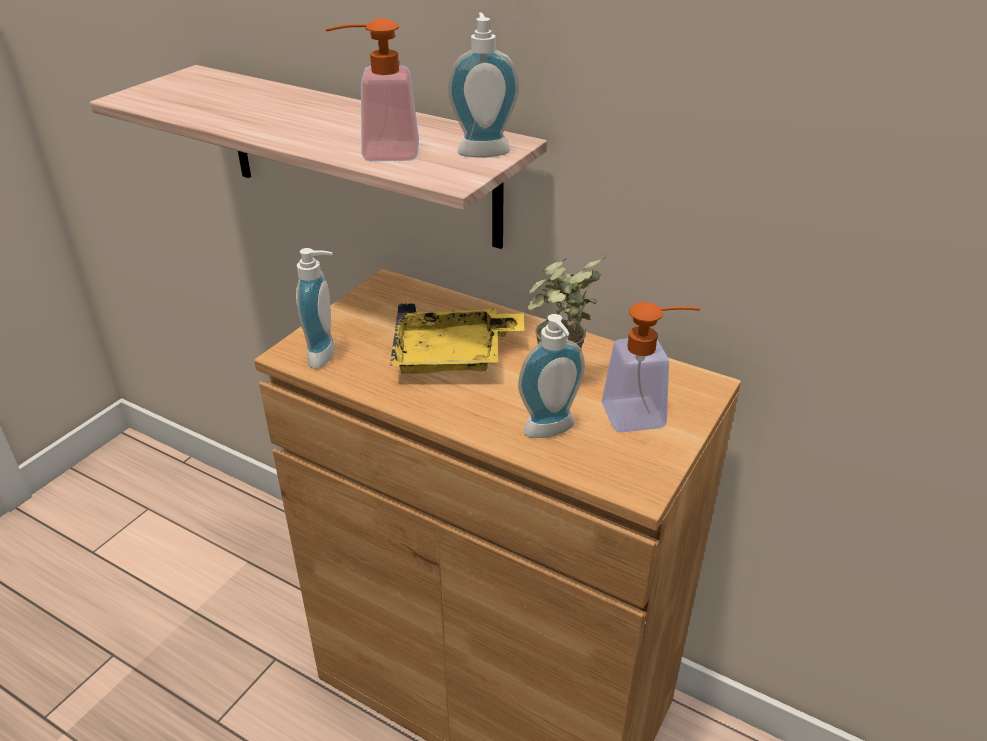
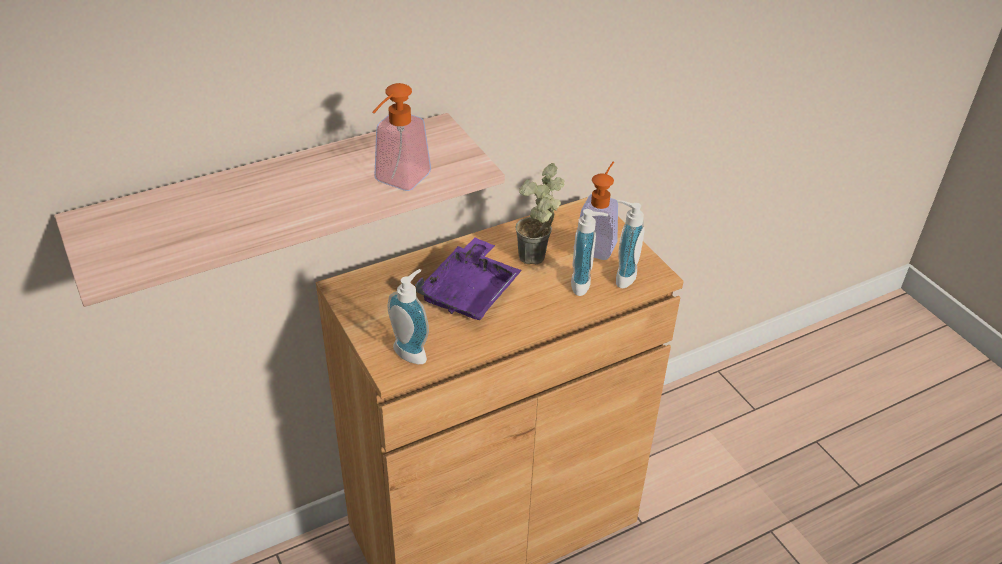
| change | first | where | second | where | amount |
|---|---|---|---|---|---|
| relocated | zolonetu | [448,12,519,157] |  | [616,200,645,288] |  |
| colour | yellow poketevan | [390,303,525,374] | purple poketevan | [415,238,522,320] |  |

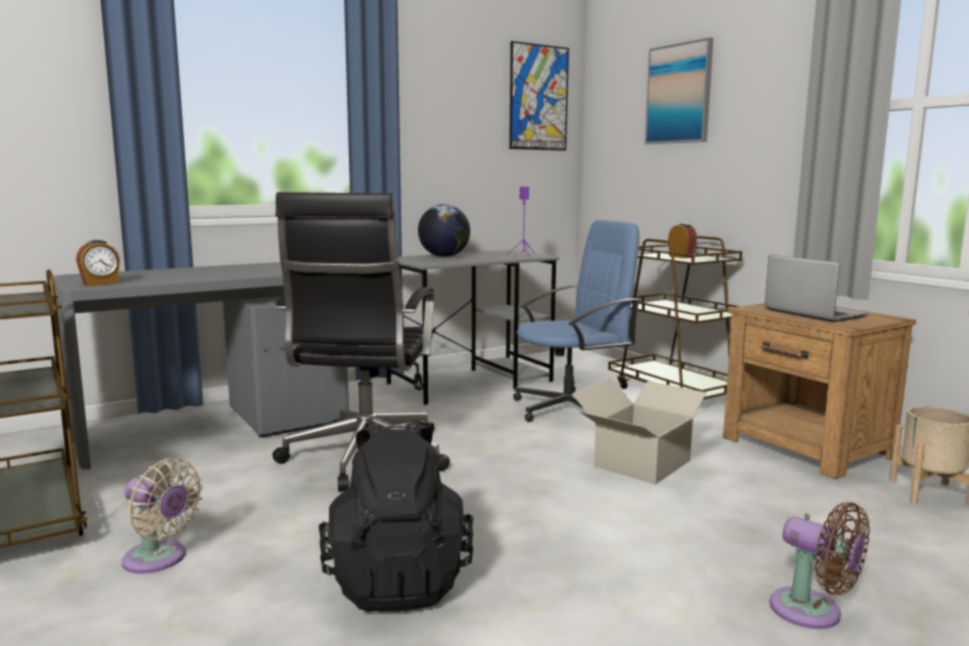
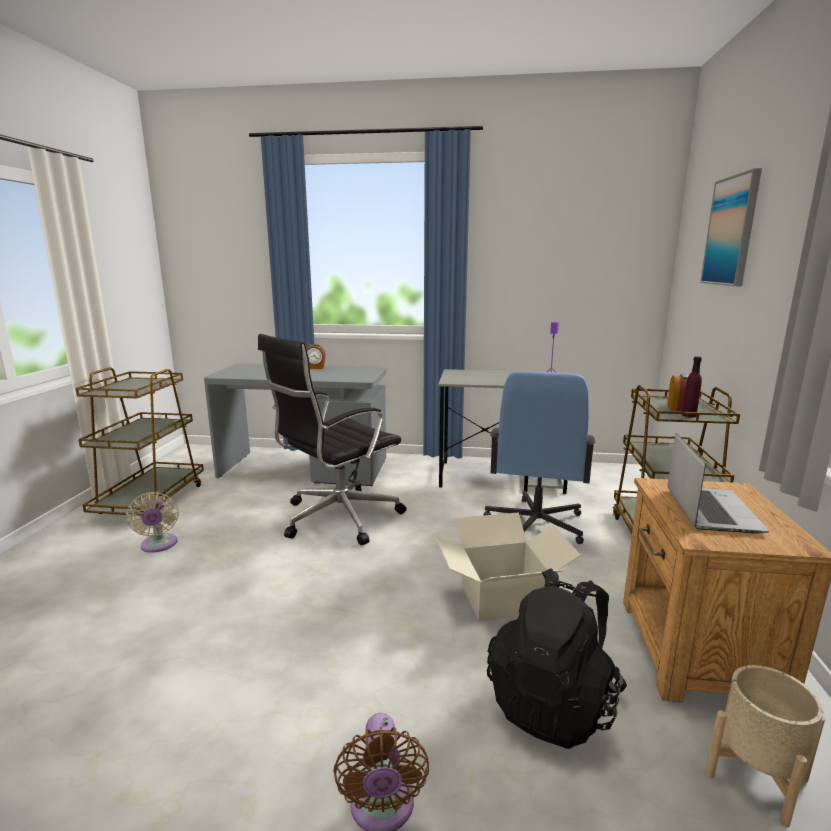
| change | first | where | second | where | amount |
|---|---|---|---|---|---|
| missing | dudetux | [509,41,569,151] |  |  |  |
| missing | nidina | [418,204,470,257] |  |  |  |
| spun | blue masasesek | [513,220,640,422] |  | [484,371,596,544] | 90 degrees clockwise |
| relocated | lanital | [76,240,120,286] |  | [306,344,326,369] |  |
| relocated | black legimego | [319,419,474,612] |  | [487,568,627,749] |  |
| appeared |  |  | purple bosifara | [682,356,702,417] |  |

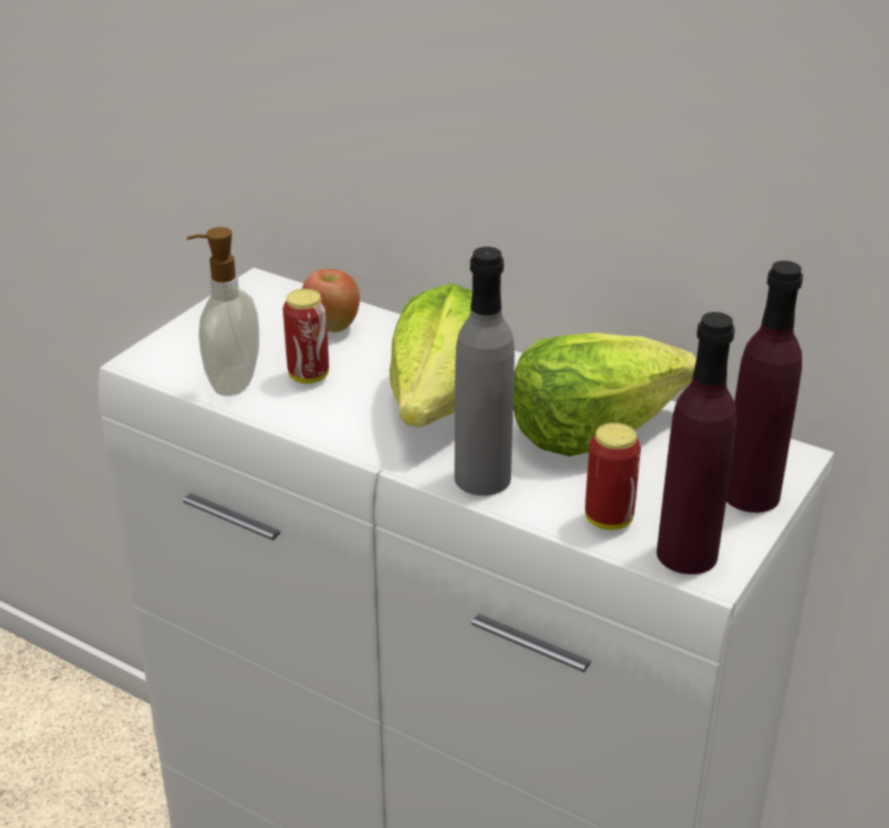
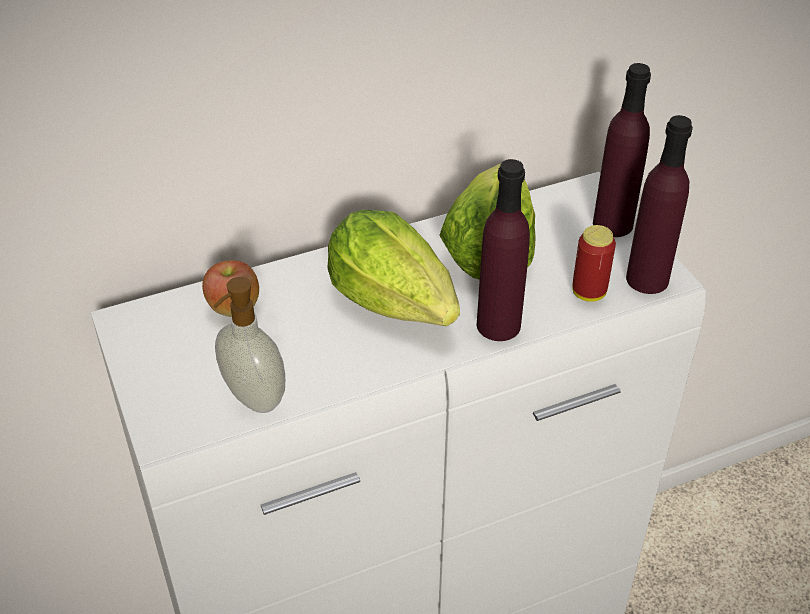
| change | first | where | second | where | amount |
|---|---|---|---|---|---|
| colour | grey bosifara | [455,247,514,496] | purple bosifara | [477,159,530,341] |  |
| missing | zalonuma | [283,289,329,383] |  |  |  |

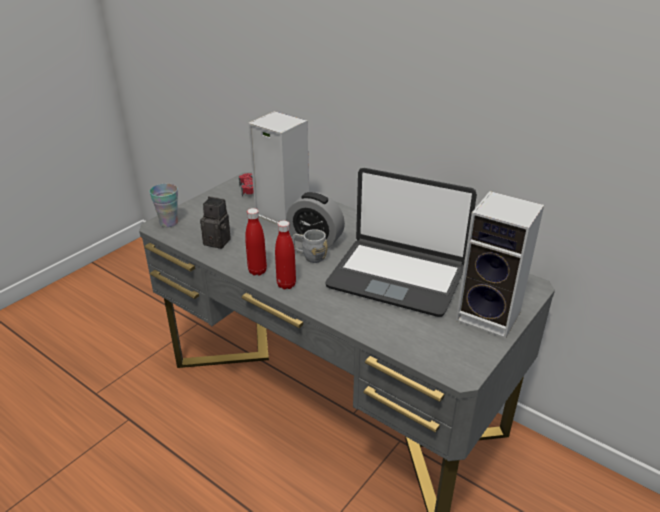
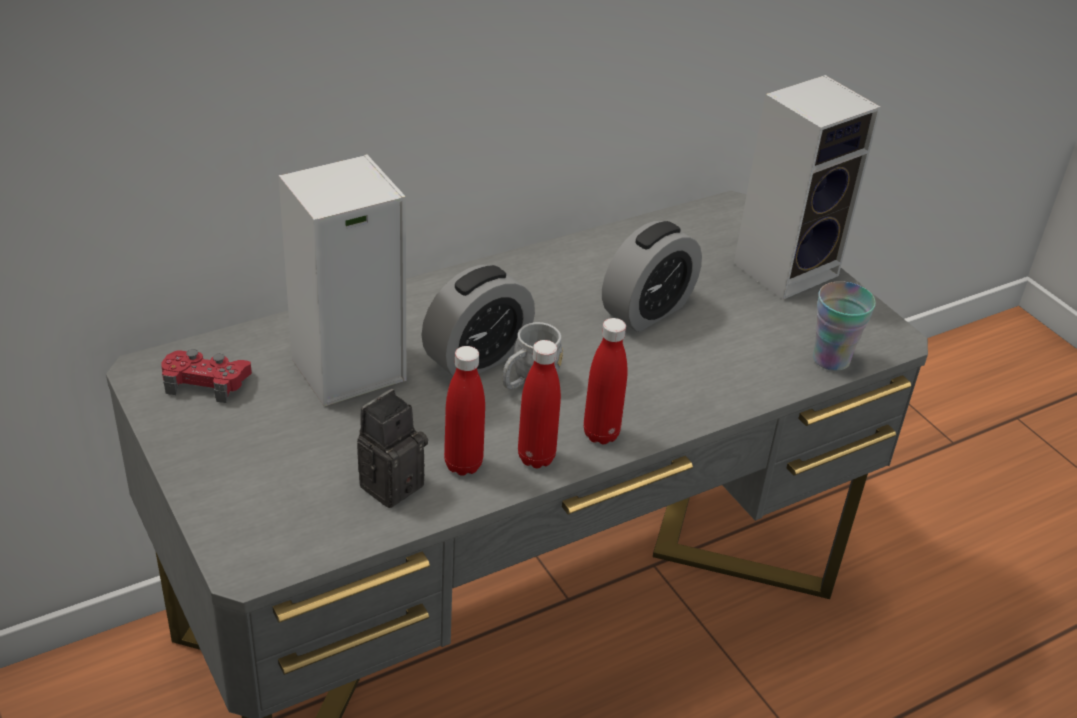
| change | first | where | second | where | amount |
|---|---|---|---|---|---|
| exchanged | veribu | [326,168,477,317] | lanital | [602,221,702,332] |  |
| relocated | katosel | [150,184,178,227] |  | [813,281,876,371] |  |
| appeared |  |  | red bosifara | [444,346,485,476] |  |

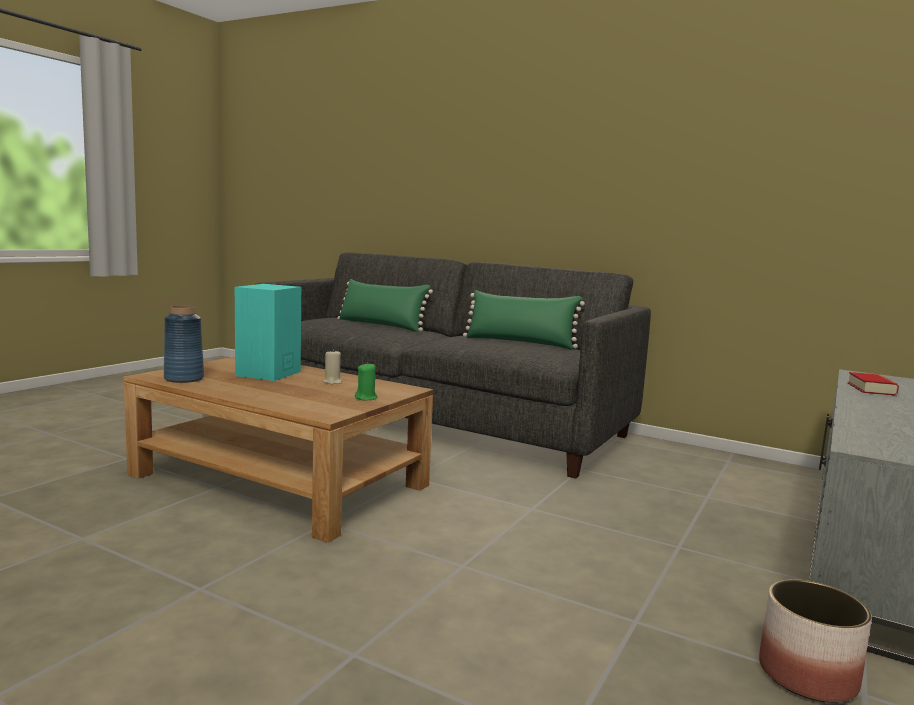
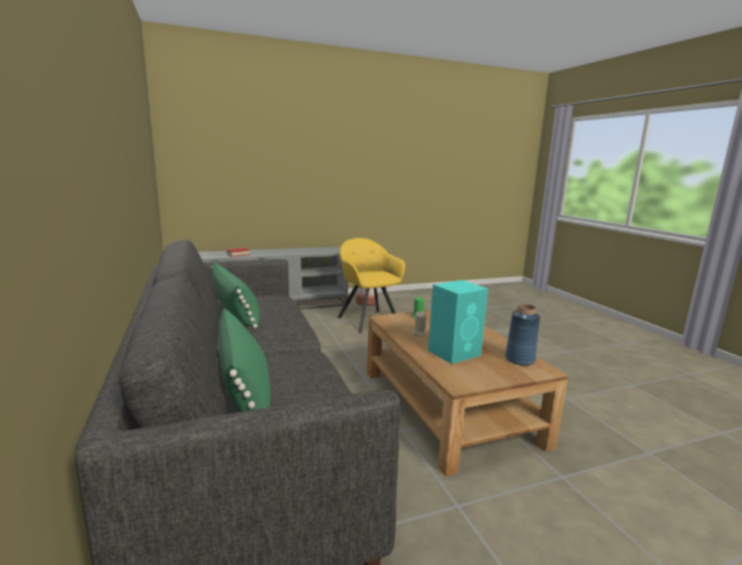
| change | first | where | second | where | amount |
|---|---|---|---|---|---|
| appeared |  |  | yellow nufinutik | [337,238,405,333] |  |

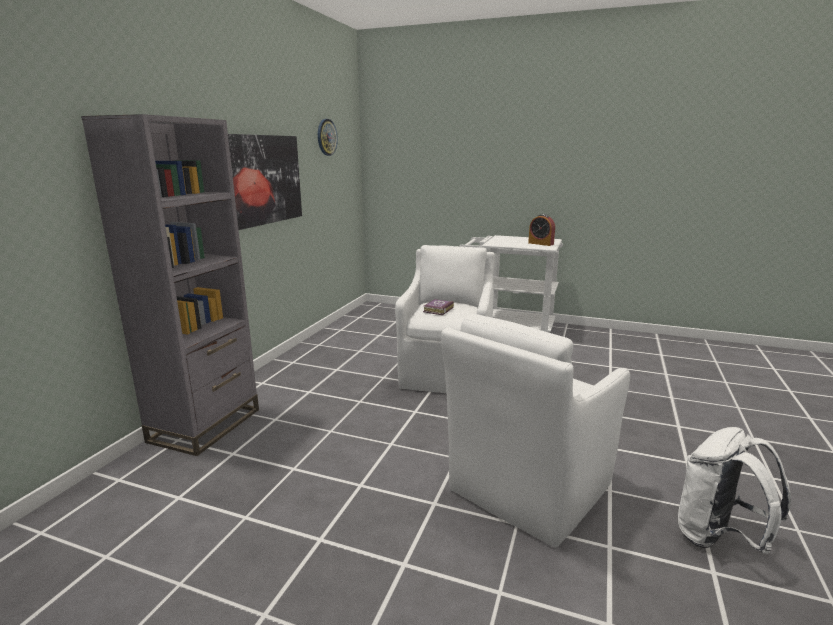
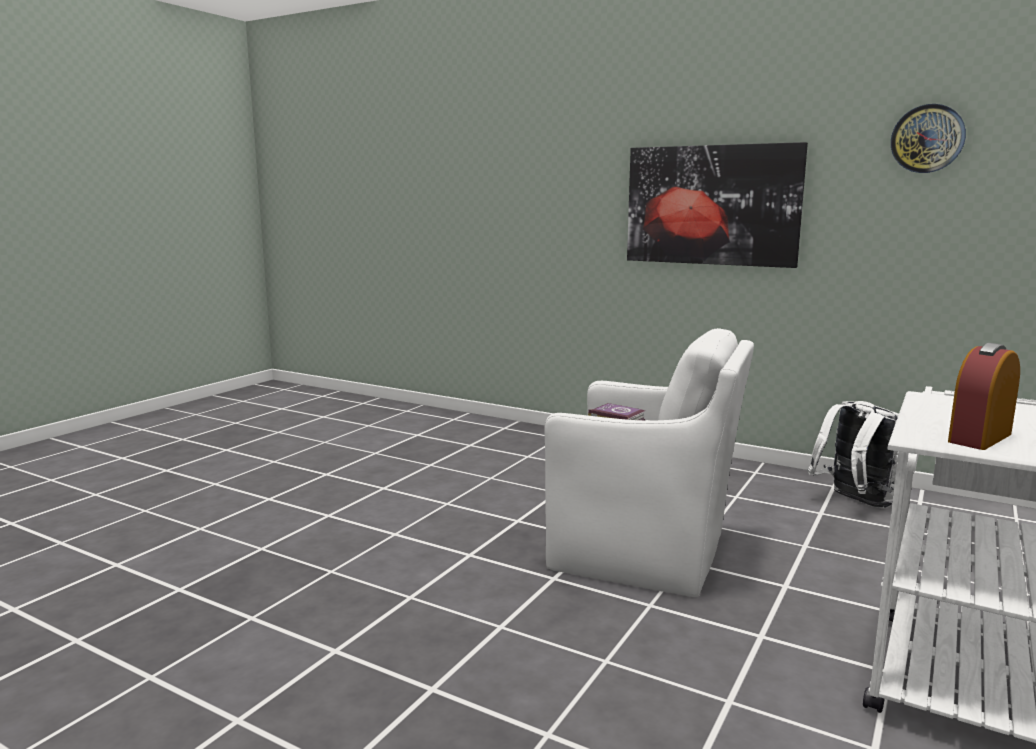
| change | first | where | second | where | amount |
|---|---|---|---|---|---|
| missing | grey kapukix | [81,114,259,456] |  |  |  |
| missing | white nufinutik | [441,314,630,548] |  |  |  |
| relocated | white legimego | [678,427,791,554] |  | [807,401,899,508] |  |

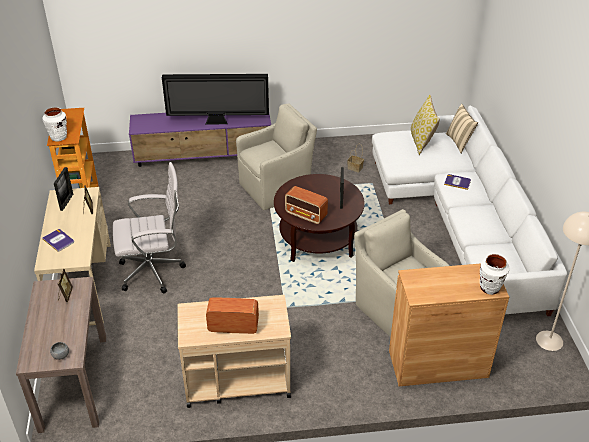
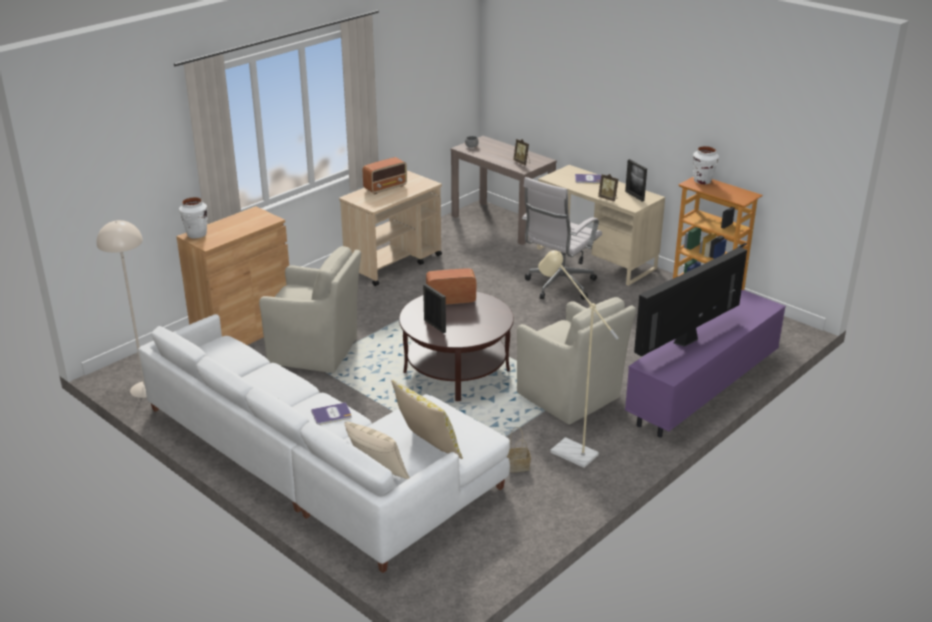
| change | first | where | second | where | amount |
|---|---|---|---|---|---|
| spun | beige nufinutik | [236,103,317,210] |  | [517,297,636,425] | 60 degrees counterclockwise |
| appeared |  |  | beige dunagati | [538,250,619,468] |  |

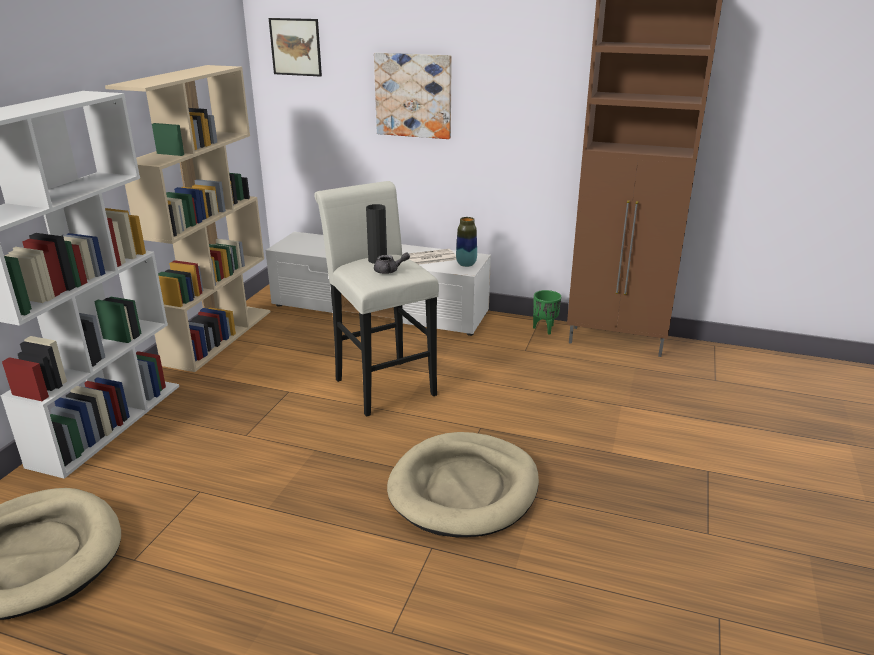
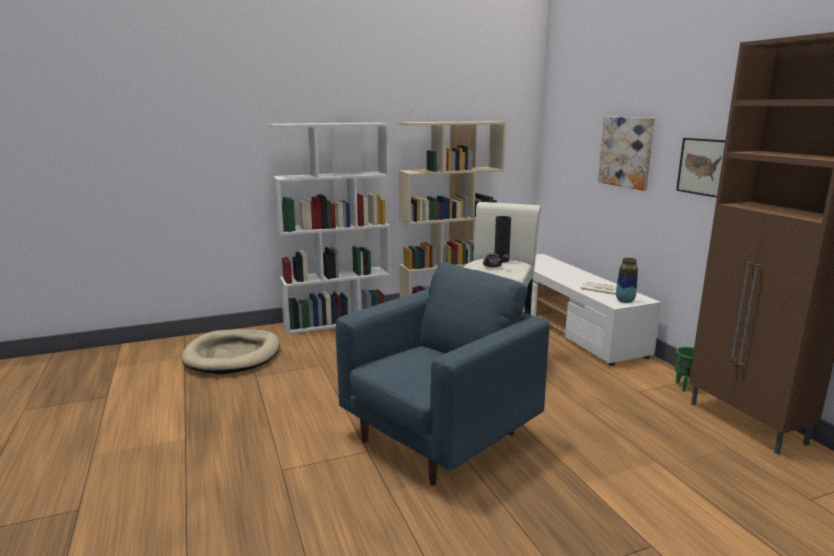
| change | first | where | second | where | amount |
|---|---|---|---|---|---|
| relocated | dudetux | [269,18,322,77] |  | [676,138,725,198] |  |
| exchanged | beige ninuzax | [387,432,539,537] | blue nufinutik | [336,262,550,486] |  |

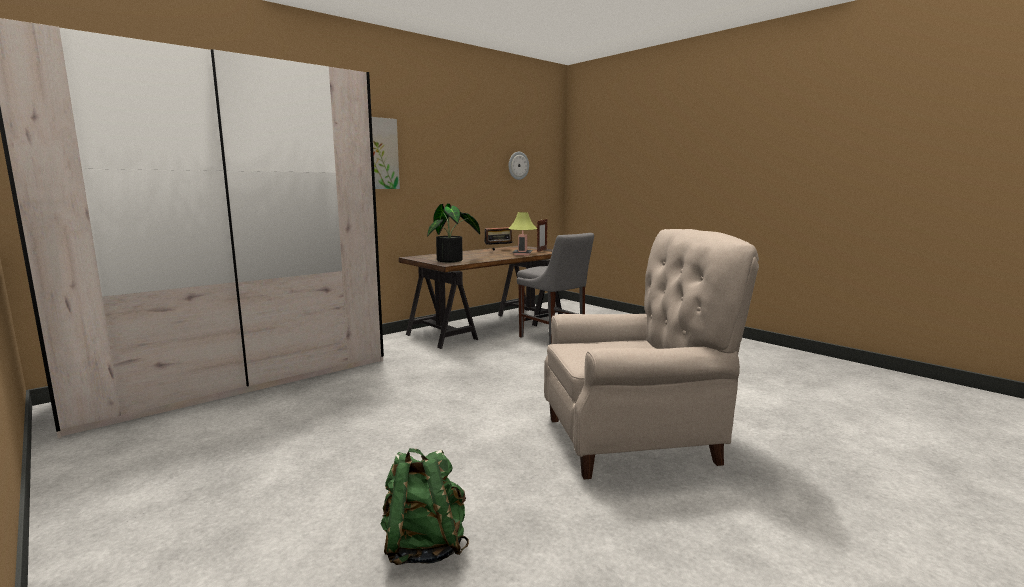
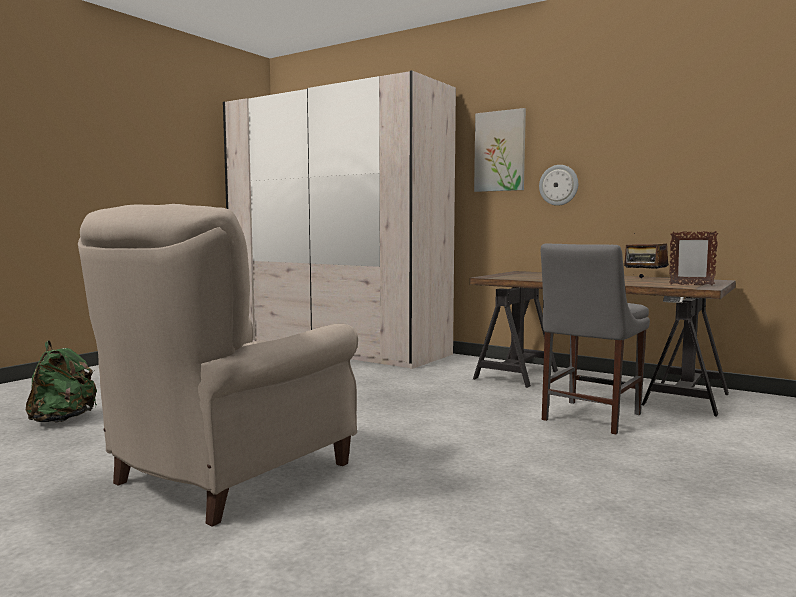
| change | first | where | second | where | amount |
|---|---|---|---|---|---|
| relocated | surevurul | [509,152,529,180] |  | [539,165,578,206] |  |
| missing | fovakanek | [427,203,480,262] |  |  |  |
| missing | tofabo | [508,212,537,255] |  |  |  |
| spun | beige nufinutik | [544,229,759,480] |  | [78,204,358,527] | 60 degrees clockwise |

